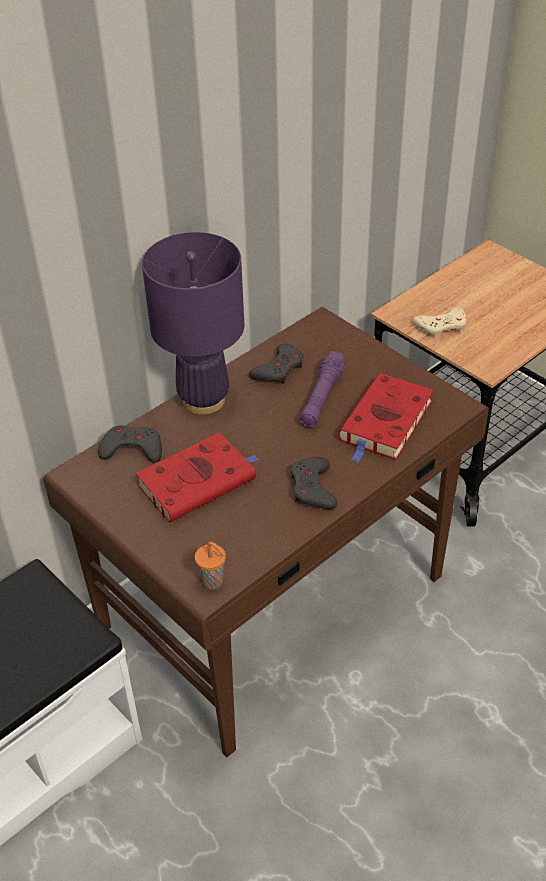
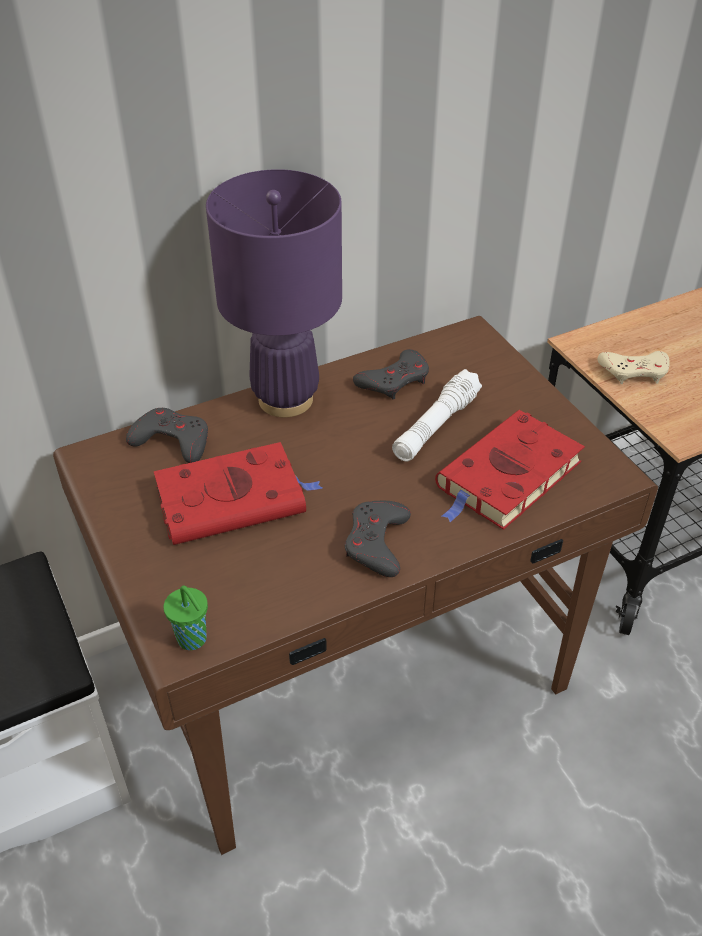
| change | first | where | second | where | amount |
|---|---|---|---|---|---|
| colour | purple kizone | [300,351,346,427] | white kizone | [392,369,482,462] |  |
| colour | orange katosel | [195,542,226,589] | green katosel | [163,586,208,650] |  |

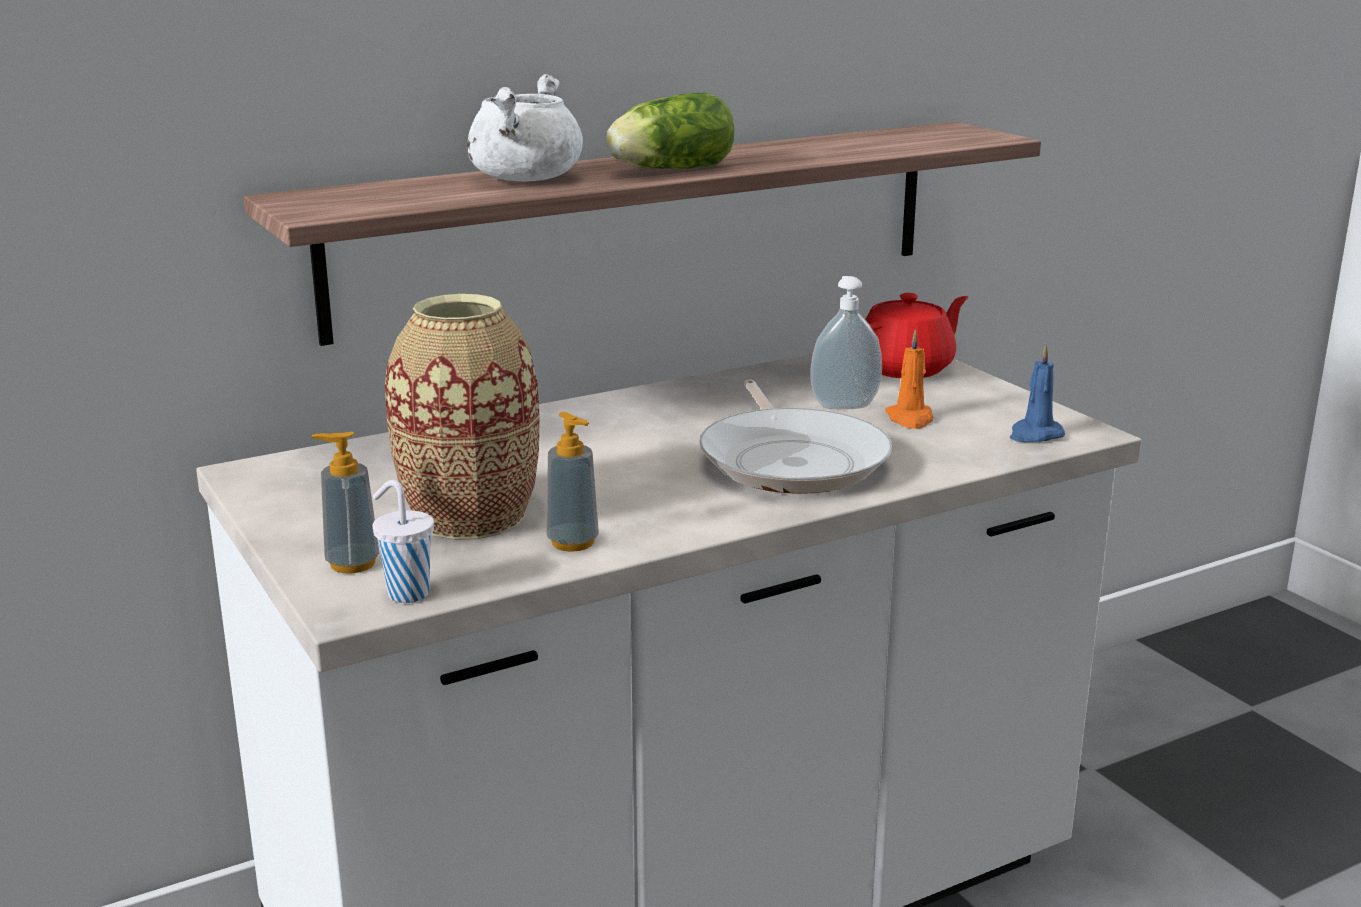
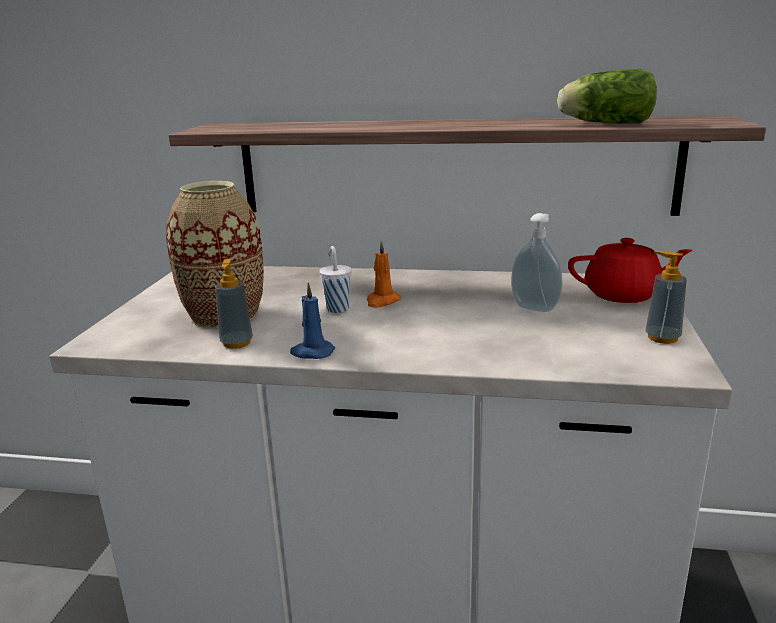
| change | first | where | second | where | amount |
|---|---|---|---|---|---|
| missing | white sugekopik | [467,74,583,182] |  |  |  |
| relocated | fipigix | [605,93,735,169] |  | [557,69,657,124] |  |
| relocated | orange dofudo | [885,329,933,429] |  | [367,241,401,308] |  |
| relocated | blue dofudo | [1010,344,1065,442] |  | [290,283,335,359] |  |
| missing | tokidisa | [699,379,892,494] |  |  |  |
| relocated | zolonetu | [312,432,379,574] |  | [646,251,687,344] |  |
| relocated | white katosel | [373,480,434,603] |  | [319,246,351,313] |  |

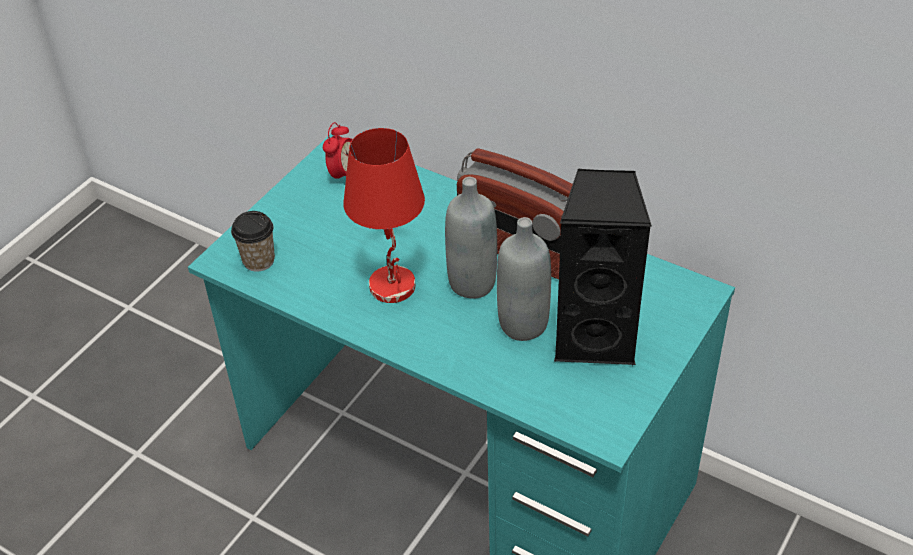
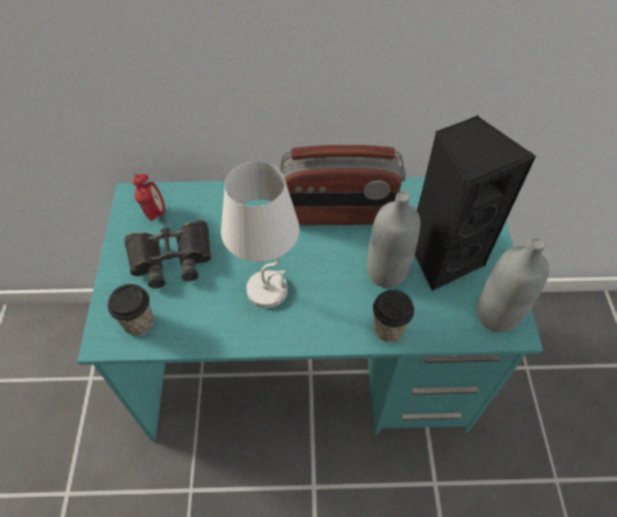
| change | first | where | second | where | amount |
|---|---|---|---|---|---|
| colour | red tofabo | [343,128,425,303] | white tofabo | [221,161,300,308] |  |
| relocated | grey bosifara | [445,177,497,298] |  | [477,238,549,332] |  |
| appeared |  |  | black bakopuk | [125,220,211,289] |  |
| appeared |  |  | katosel | [373,290,414,342] |  |

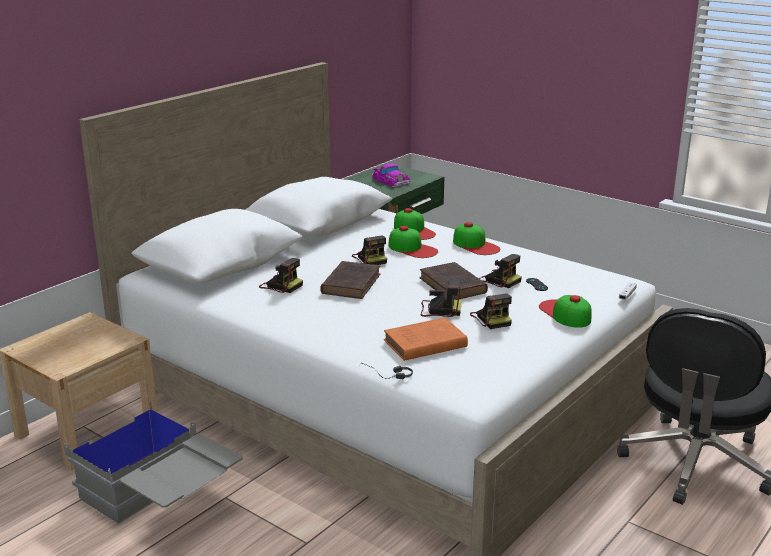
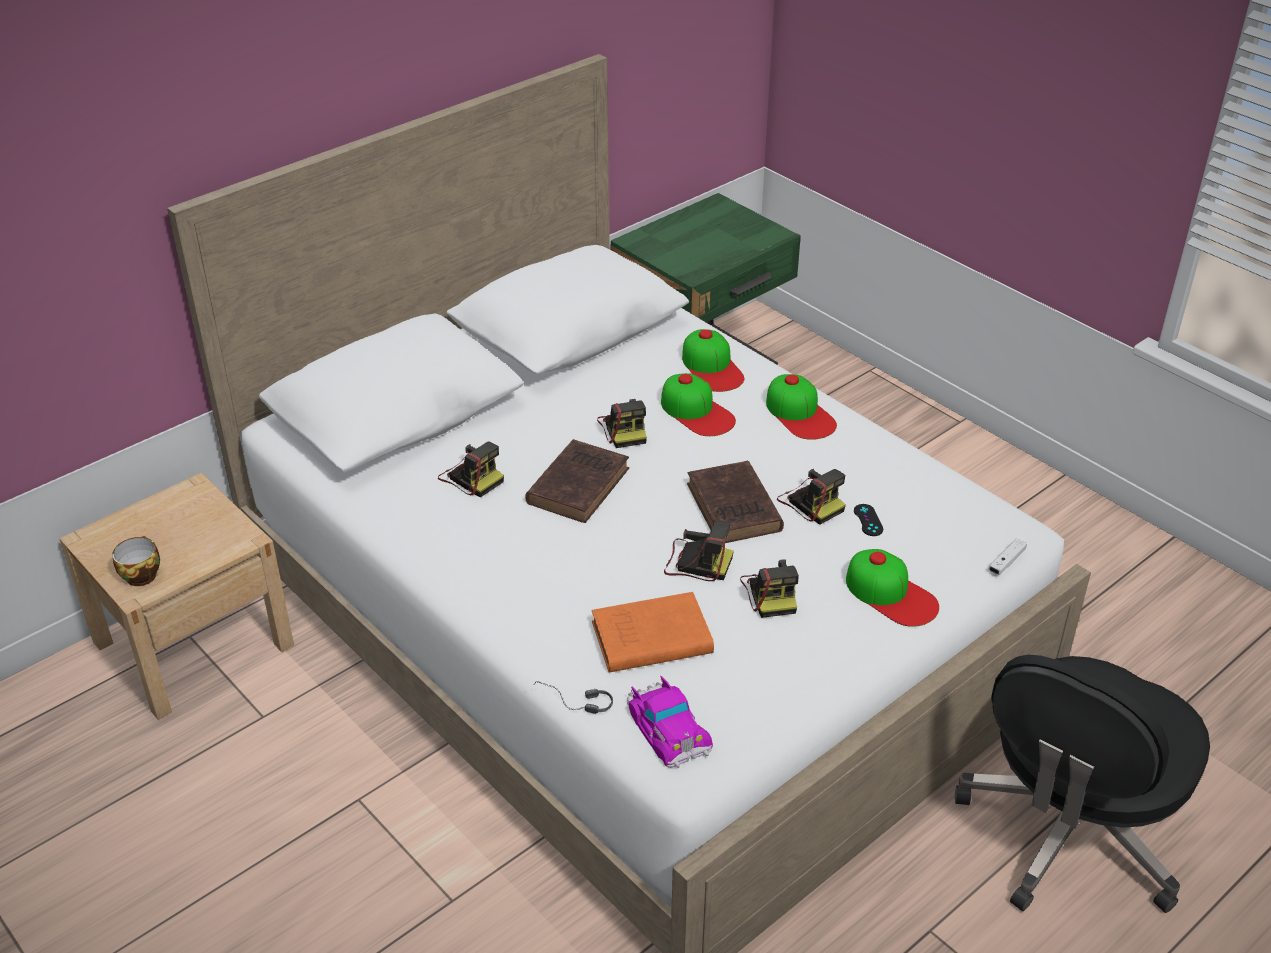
| change | first | where | second | where | amount |
|---|---|---|---|---|---|
| relocated | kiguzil | [372,163,410,187] |  | [627,676,713,768] |  |
| spun | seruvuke | [539,295,592,328] |  | [846,549,939,627] | 150 degrees clockwise |
| missing | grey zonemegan | [64,400,243,523] |  |  |  |
| appeared |  |  | katosel | [112,536,160,586] |  |

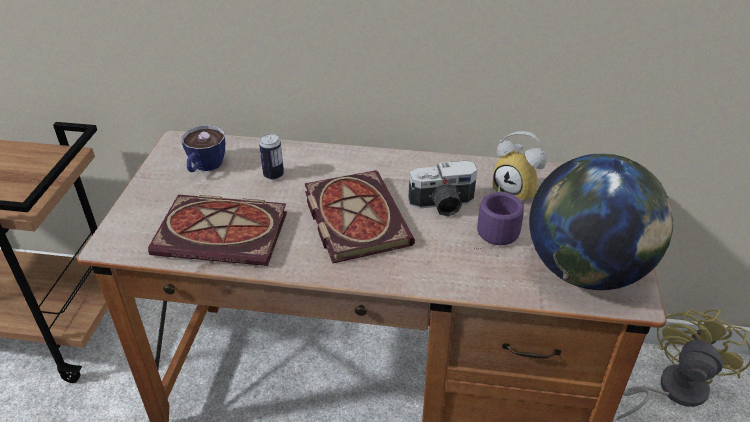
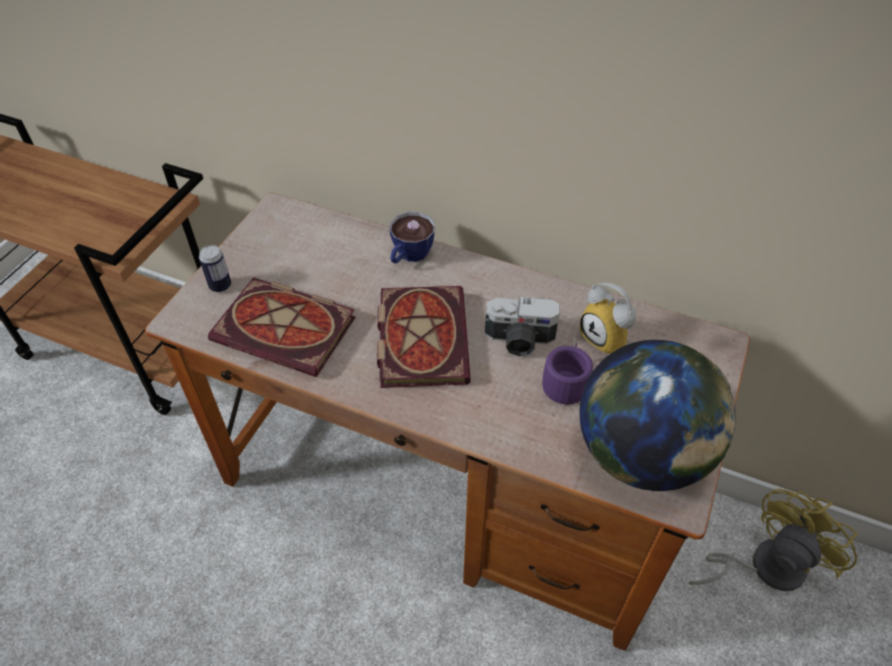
| change | first | where | second | where | amount |
|---|---|---|---|---|---|
| relocated | katosel | [182,125,225,172] |  | [390,212,435,264] |  |
| relocated | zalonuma | [259,134,284,180] |  | [199,245,231,292] |  |

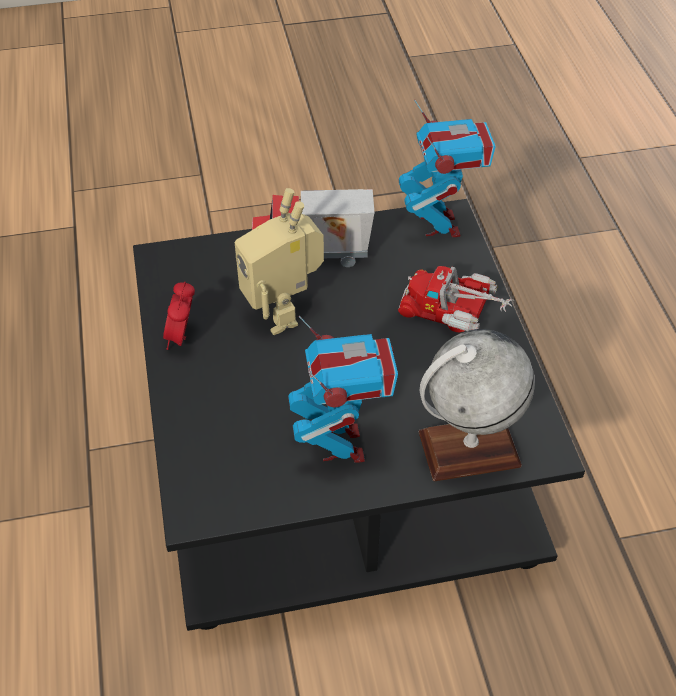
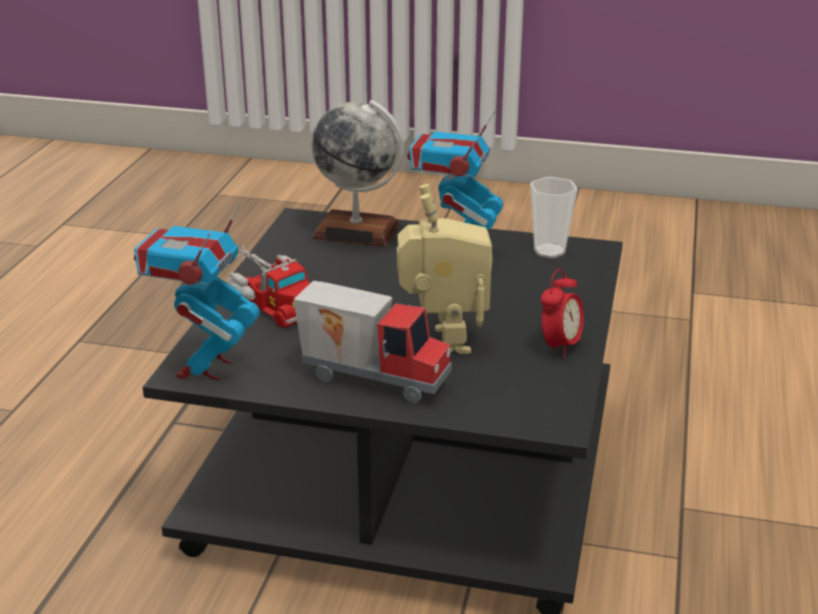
| change | first | where | second | where | amount |
|---|---|---|---|---|---|
| appeared |  |  | katosel | [530,177,578,258] |  |

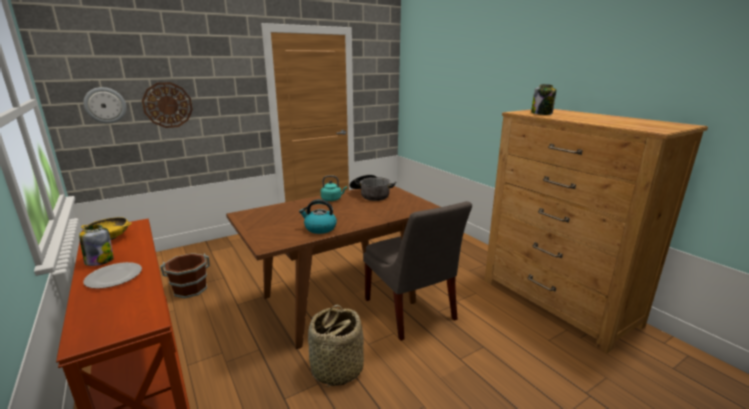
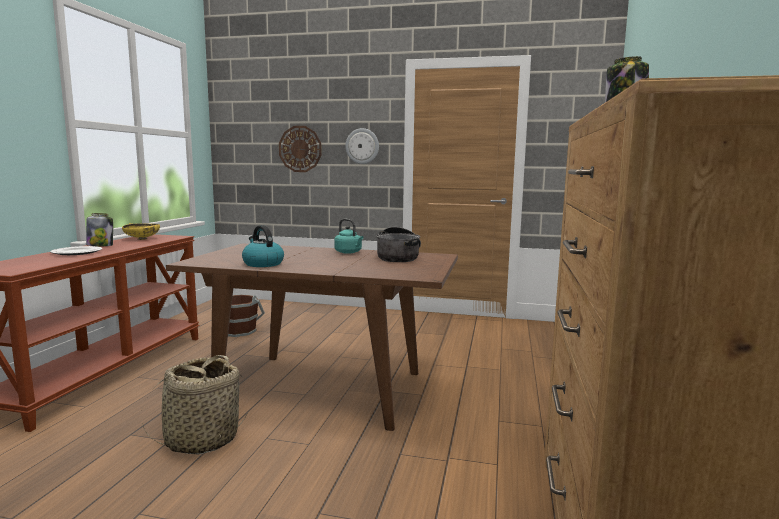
| change | first | where | second | where | amount |
|---|---|---|---|---|---|
| relocated | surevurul | [83,87,127,124] |  | [345,128,379,164] |  |
| missing | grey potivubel | [363,201,472,341] |  |  |  |

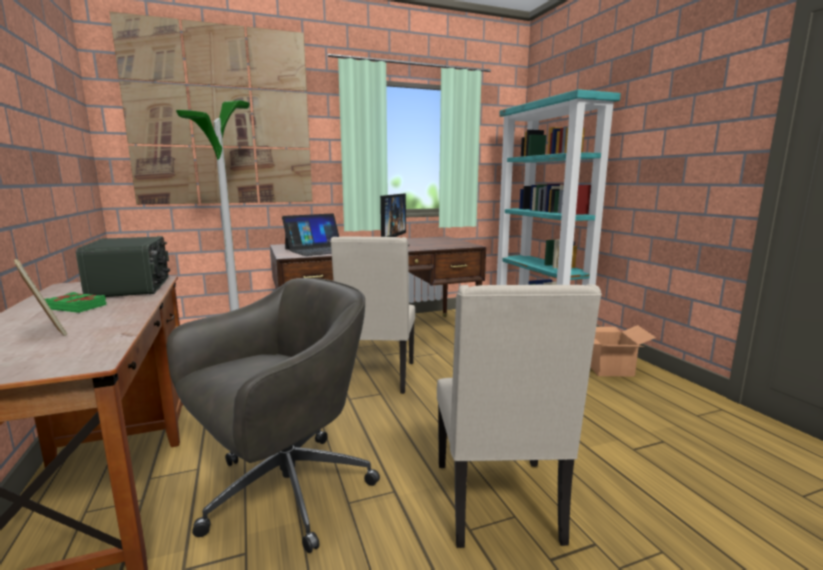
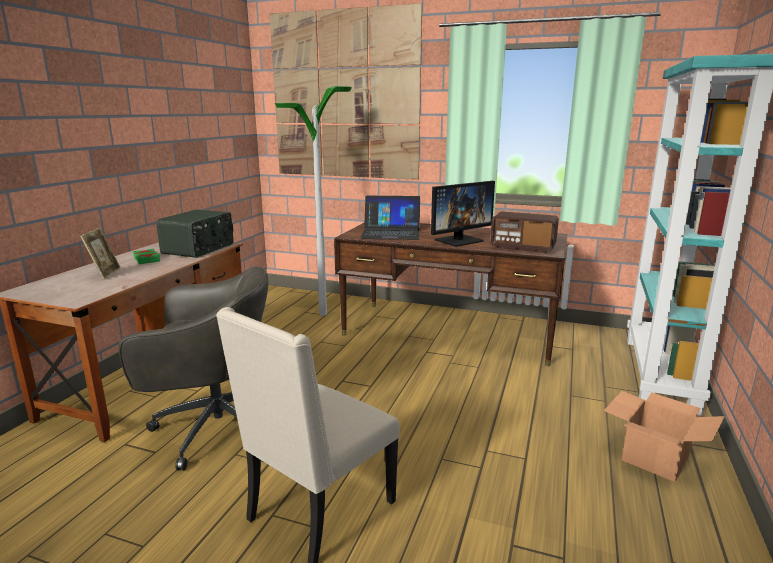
| change | first | where | second | where | amount |
|---|---|---|---|---|---|
| missing | beige potivubel | [330,237,415,394] |  |  |  |
| appeared |  |  | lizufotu | [490,211,559,253] |  |

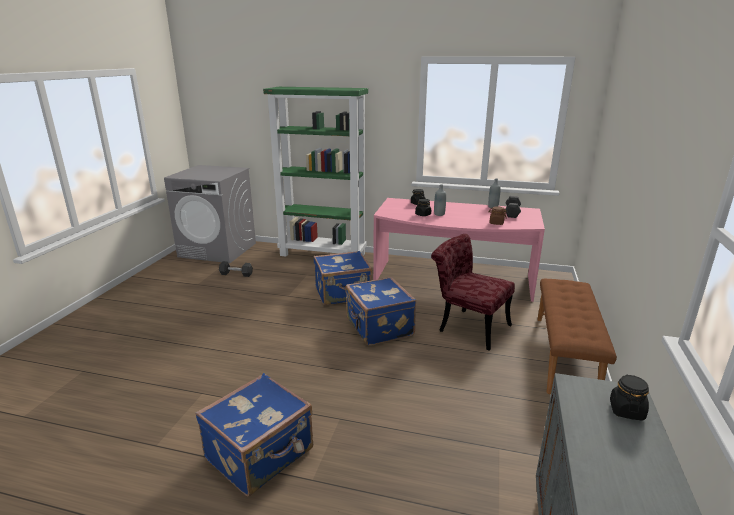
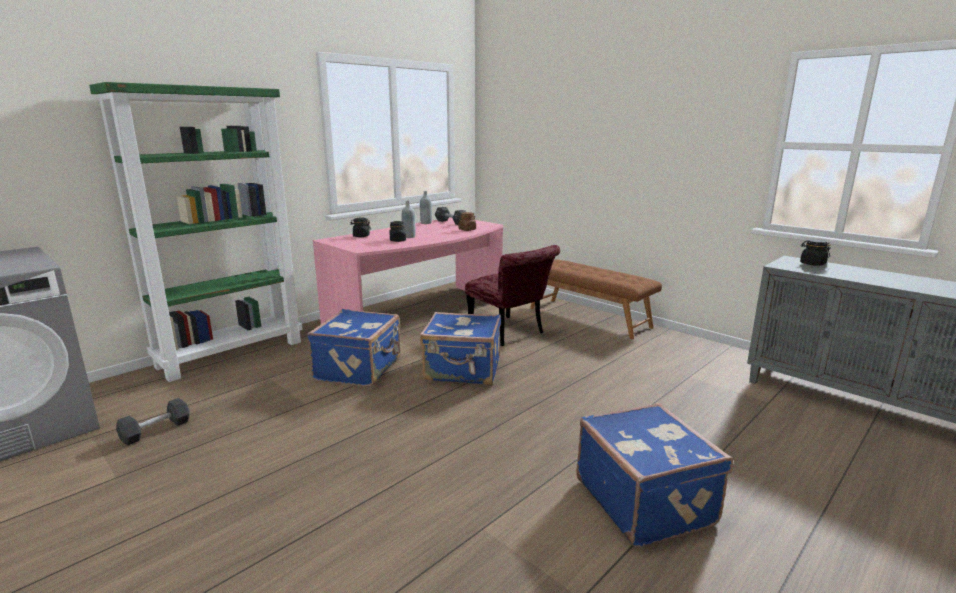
| change | first | where | second | where | amount |
|---|---|---|---|---|---|
| spun | red potivubel | [431,234,515,351] |  | [465,245,560,346] | 105 degrees counterclockwise |

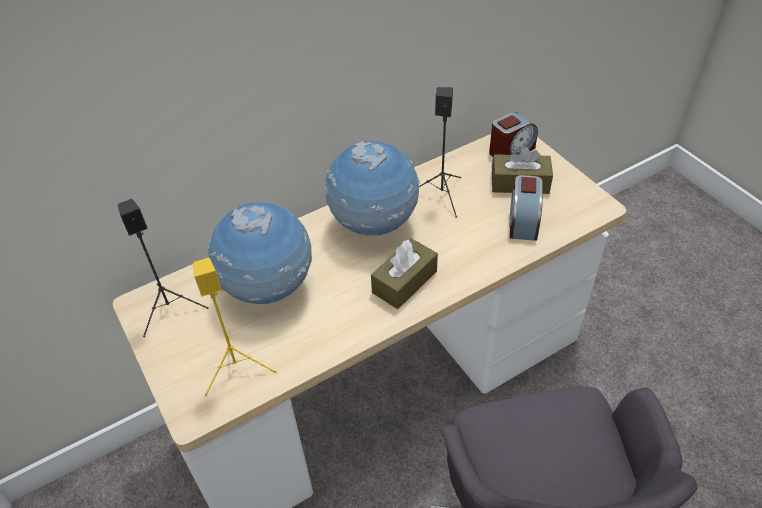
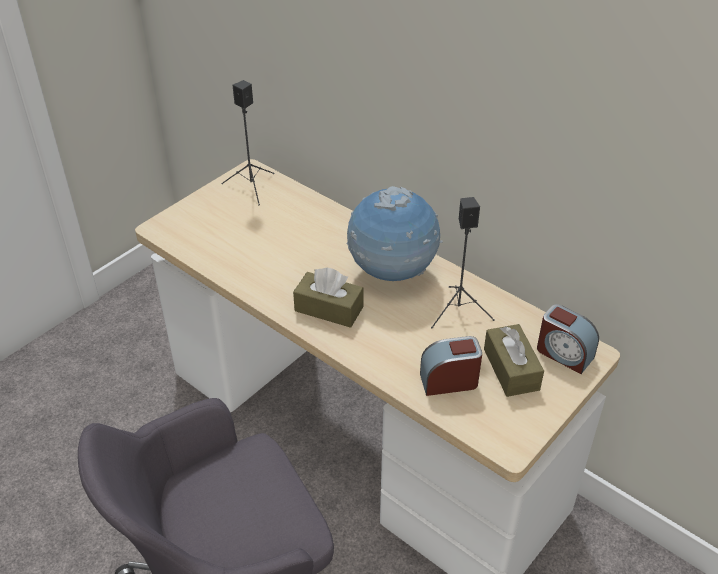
| change | first | where | second | where | amount |
|---|---|---|---|---|---|
| missing | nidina | [208,202,312,304] |  |  |  |
| missing | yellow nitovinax | [193,258,277,397] |  |  |  |

